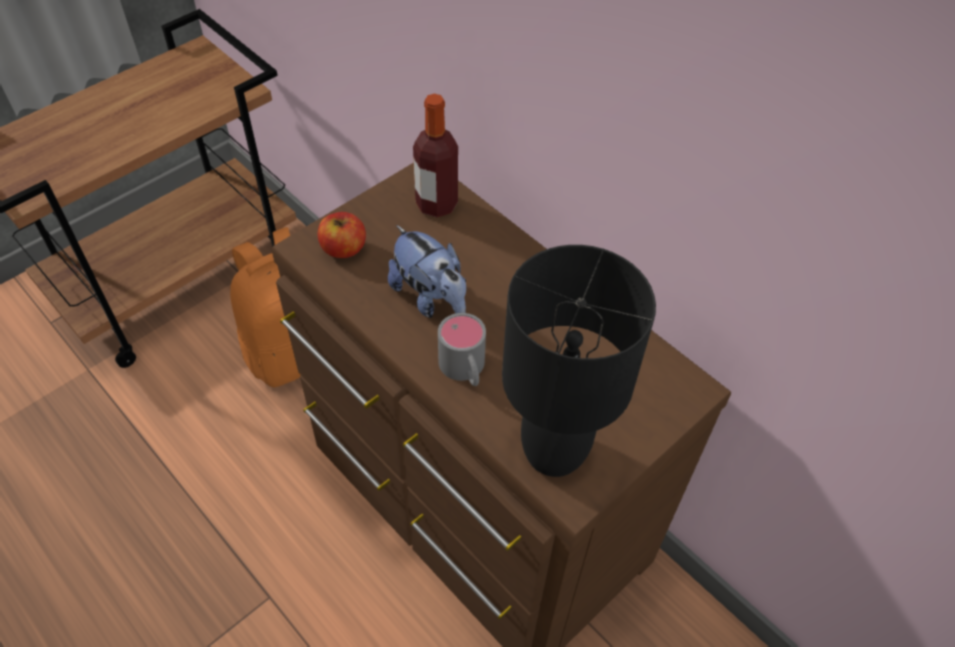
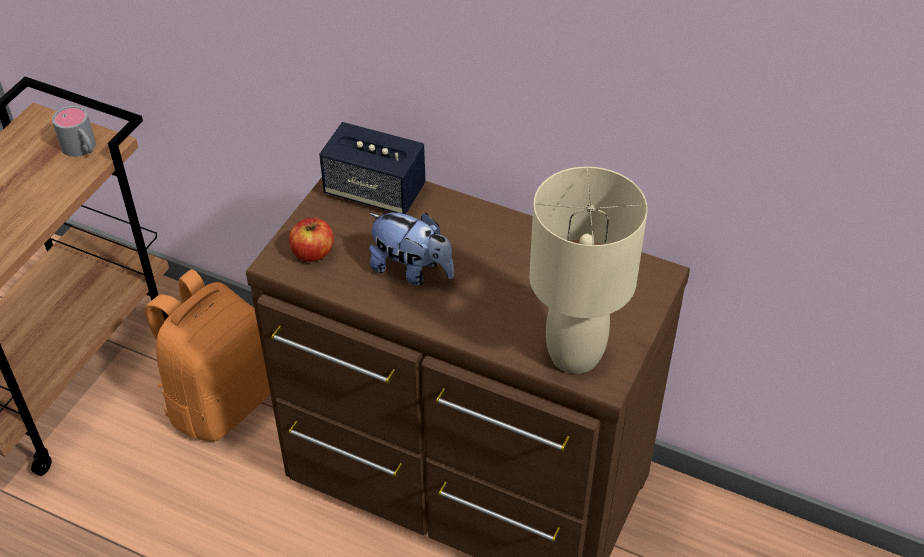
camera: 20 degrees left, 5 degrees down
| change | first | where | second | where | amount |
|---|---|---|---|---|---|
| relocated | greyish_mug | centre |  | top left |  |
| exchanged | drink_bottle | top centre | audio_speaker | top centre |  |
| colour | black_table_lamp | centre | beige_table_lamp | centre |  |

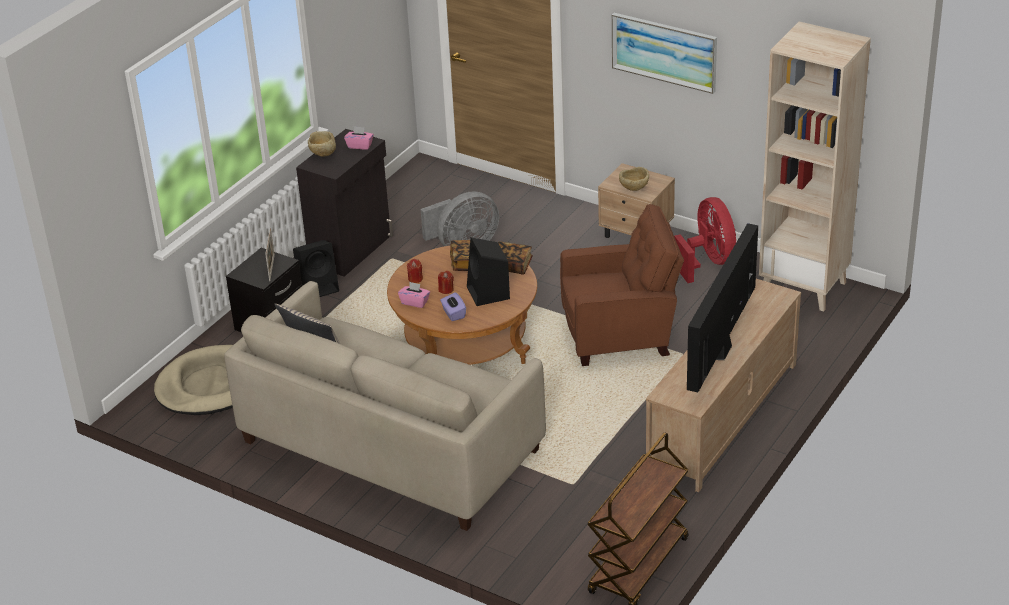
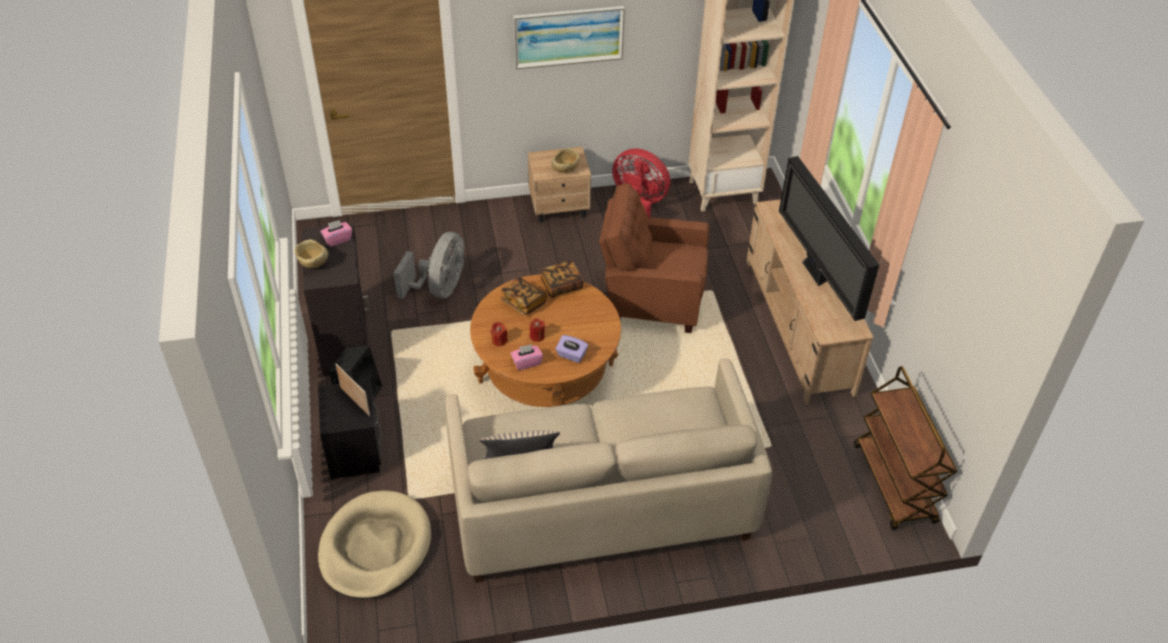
camera: 45 degrees left, 10 degrees up
| change | first | where | second | where | amount |
|---|---|---|---|---|---|
| missing | black_audio_speaker (no. 2 from left) | centre |  |  |  |
| spun | brown_easy_chair | centre |  | centre | 120 degrees counterclockwise |

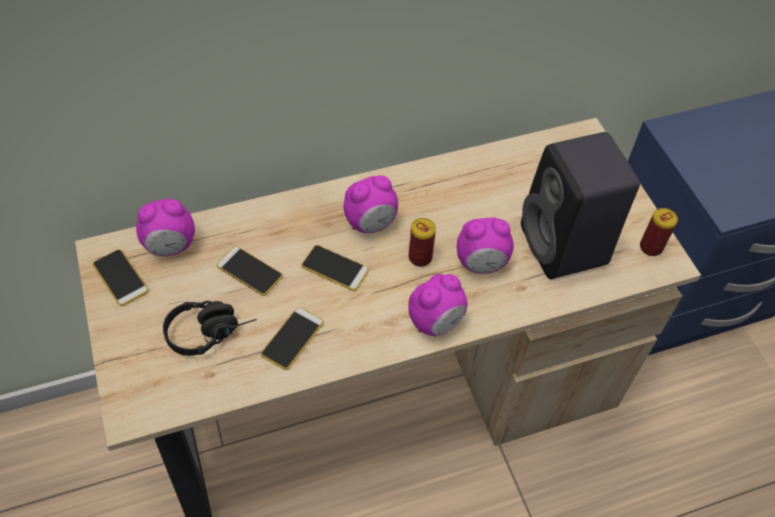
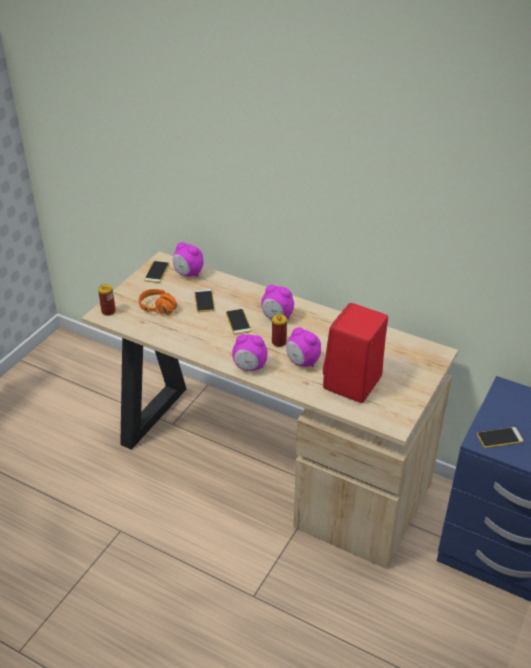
camera: 50 degrees right, 15 degrees down
| change | first | where | second | where | amount |
|---|---|---|---|---|---|
| relocated | handset (no. 3 from left in the first image) | centre | handset (no. 4 from left) | middle right |  |
| relocated | metal_can (no. 2 from left in the first image) | middle right | metal_can (no. 1 from left) | middle left |  |
| colour | black_pair_of_headphones | middle left | orange_pair_of_headphones | middle left |  |
| colour | black_audio_speaker | middle right | red-coloured_audio_speaker | middle right |  |

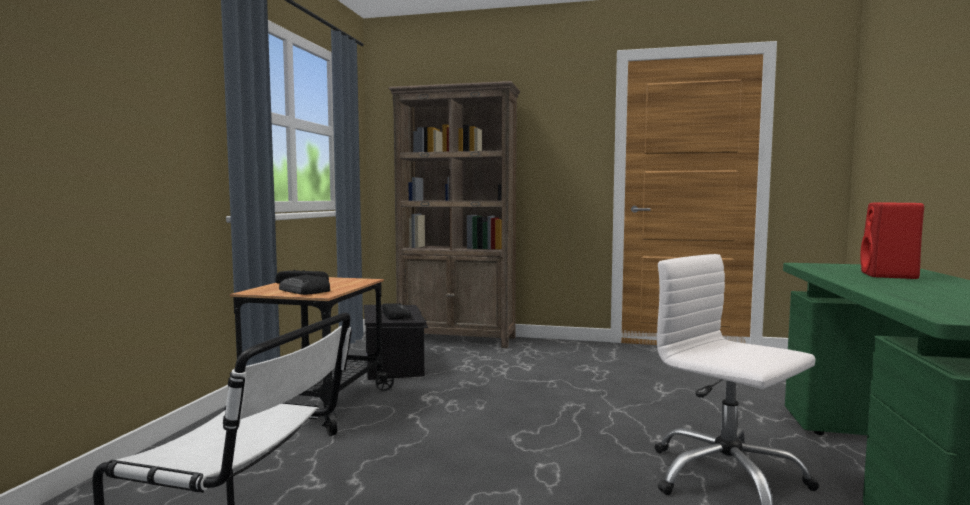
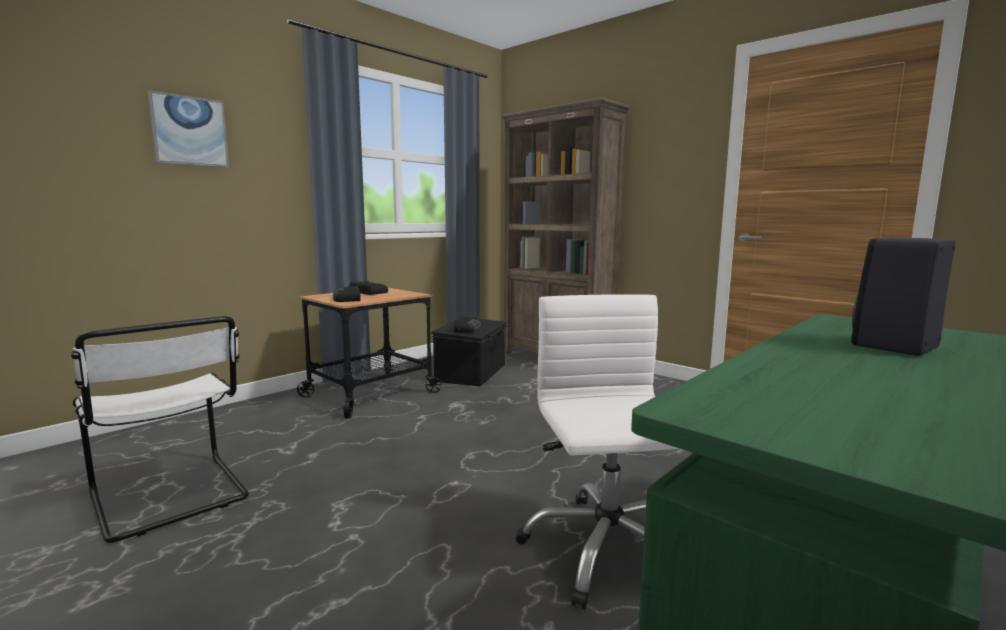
camera: 30 degrees right, 5 degrees up
| change | first | where | second | where | amount |
|---|---|---|---|---|---|
| appeared |  |  | wall_picture | top left |  |
| colour | red-coloured_audio_speaker | middle right | black_audio_speaker | middle right |  |

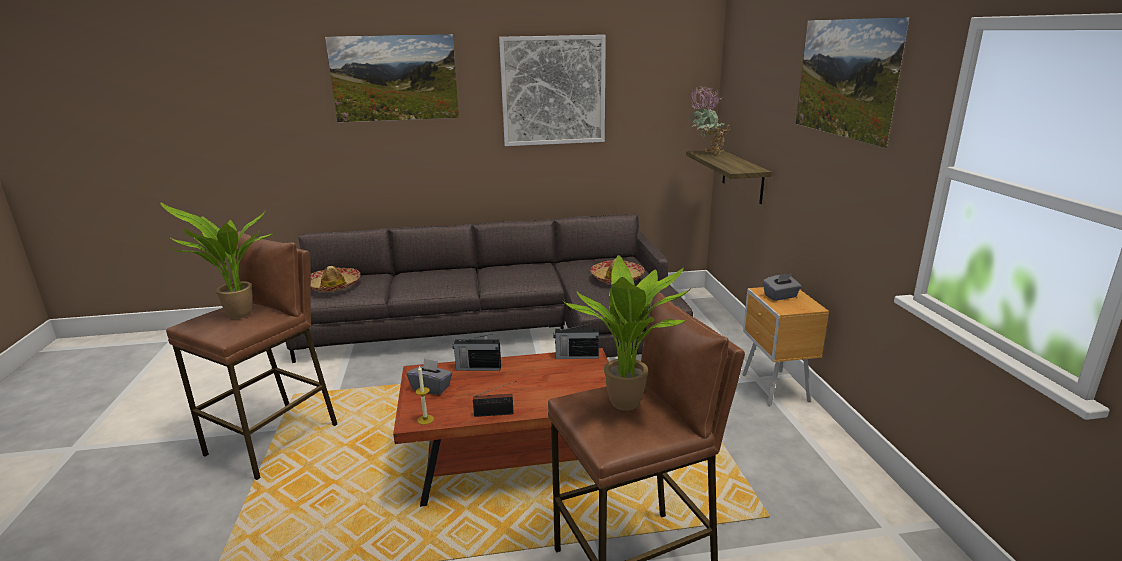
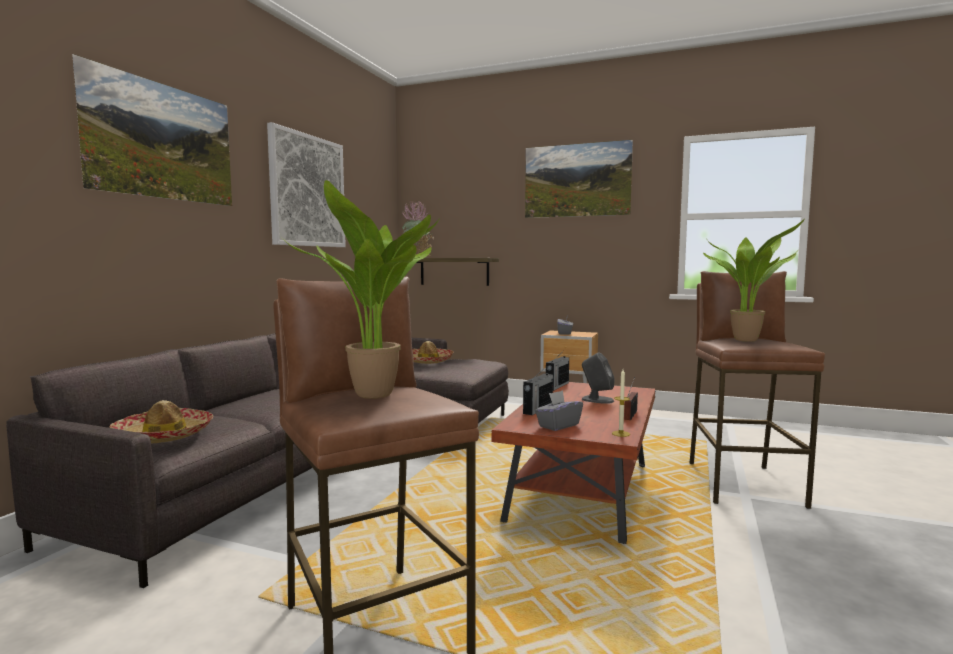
camera: 60 degrees left, 15 degrees down
| change | first | where | second | where | amount |
|---|---|---|---|---|---|
| appeared |  |  | greyish_audio_speaker | centre |  |

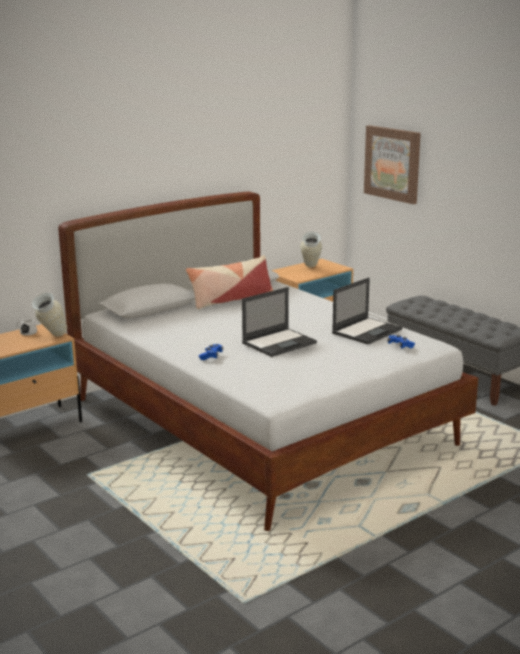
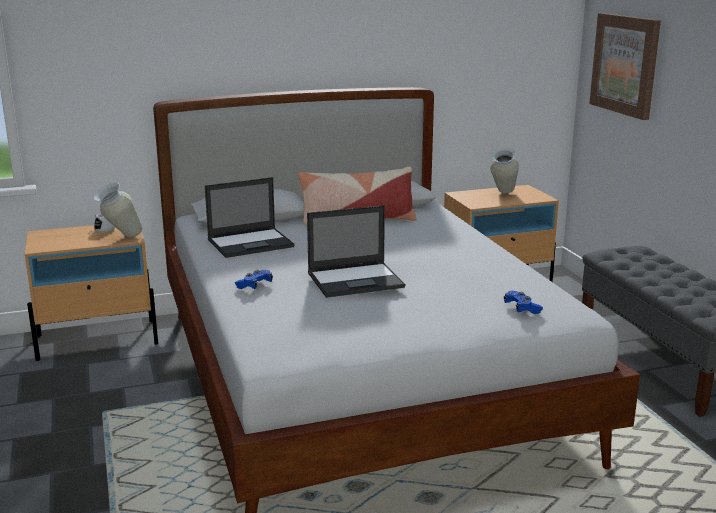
camera: 20 degrees right, 0 degrees up
| change | first | where | second | where | amount |
|---|---|---|---|---|---|
| relocated | laptop (no. 2 from left in the first image) | middle right | laptop (no. 1 from left) | centre |  |

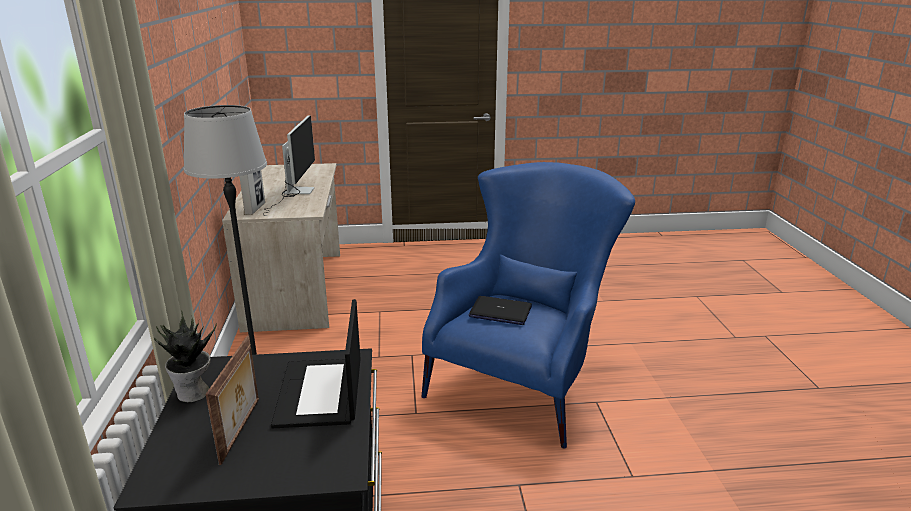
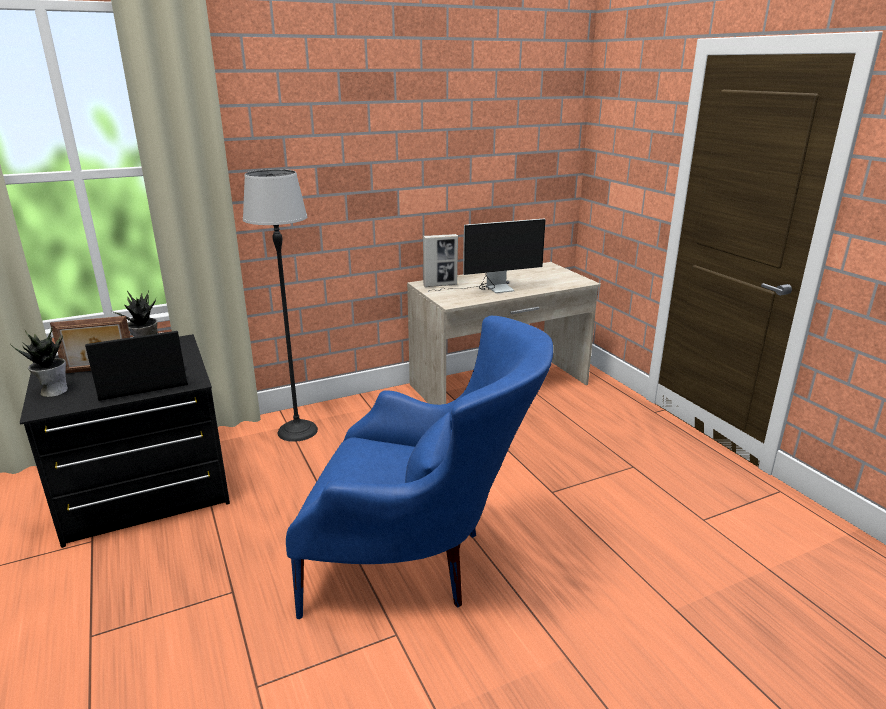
camera: 70 degrees right, 0 degrees up
| change | first | where | second | where | amount |
|---|---|---|---|---|---|
| missing | laptop (no. 2 from left) | centre |  |  |  |
| appeared |  |  | houseplant (no. 1 from left) | middle left |  |

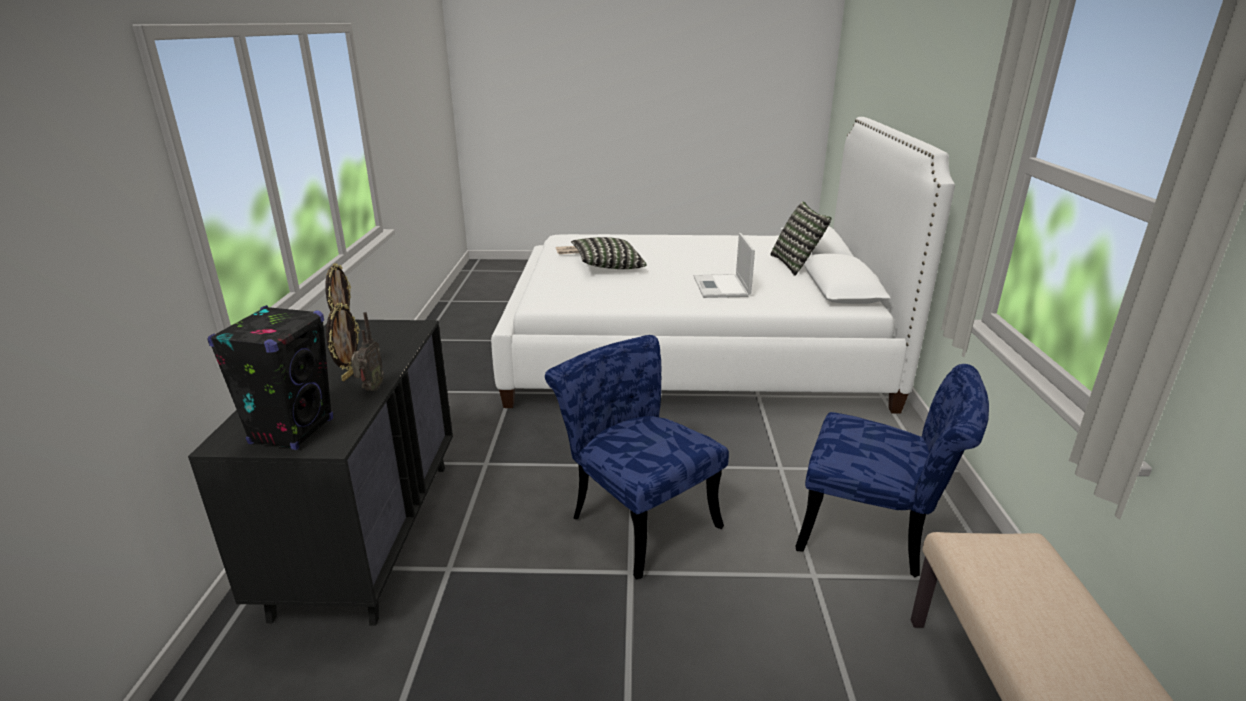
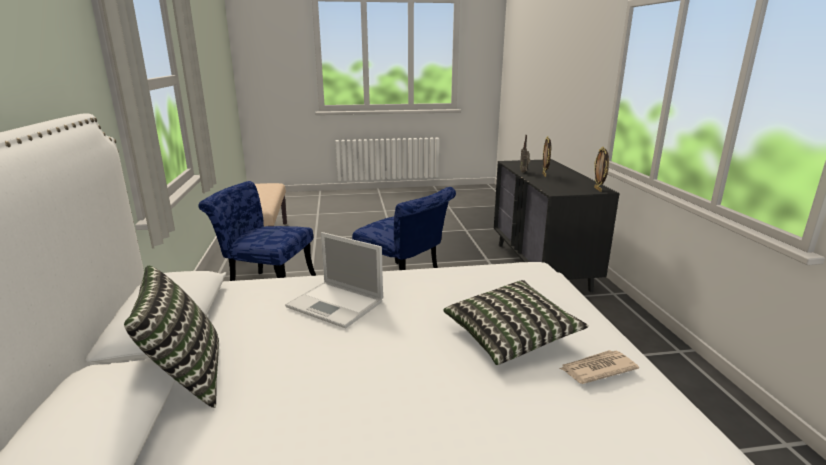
camera: 170 degrees right, 5 degrees down
| change | first | where | second | where | amount |
|---|---|---|---|---|---|
| missing | black_audio_speaker | middle left |  |  |  |
| spun | laptop | centre |  | centre | 135 degrees clockwise |

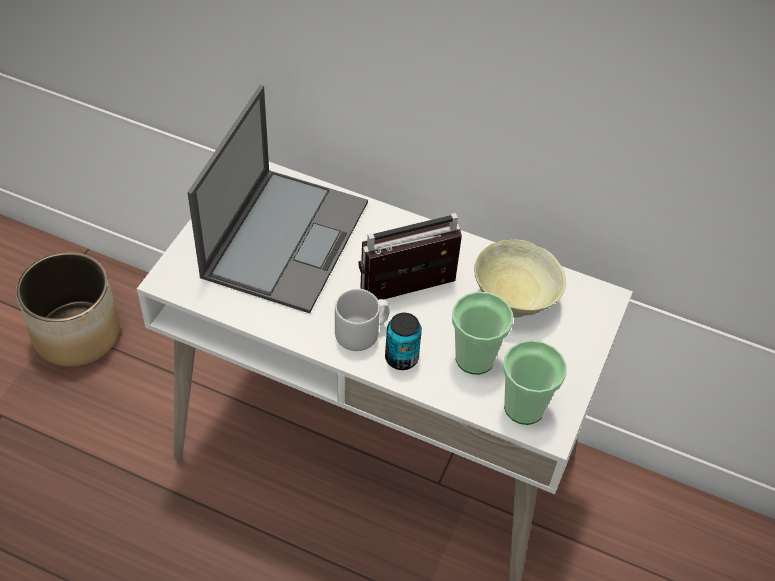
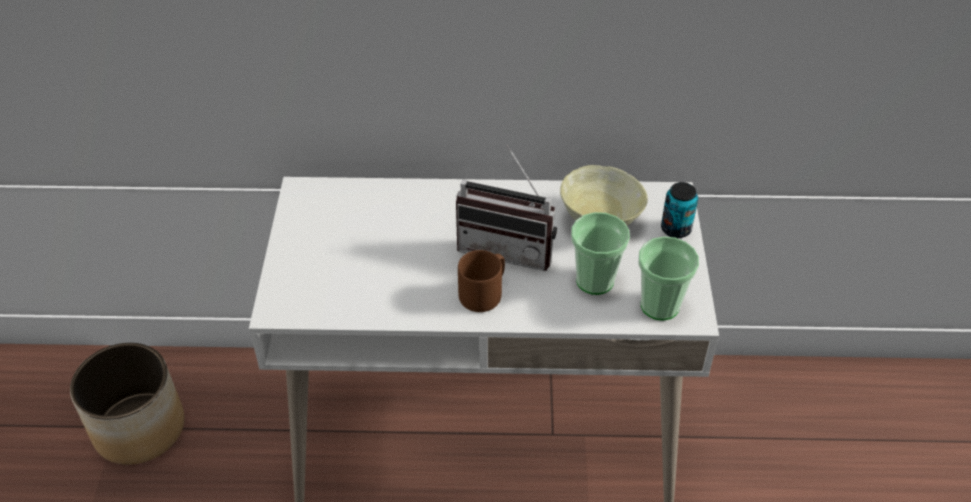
camera: 20 degrees left, 5 degrees down
| change | first | where | second | where | amount |
|---|---|---|---|---|---|
| missing | laptop | centre |  |  |  |
| relocated | metal_can | centre |  | middle right |  |
| colour | greyish_mug | centre | brown_mug | centre |  |
| spun | radio_set | centre |  | centre | 120 degrees counterclockwise |

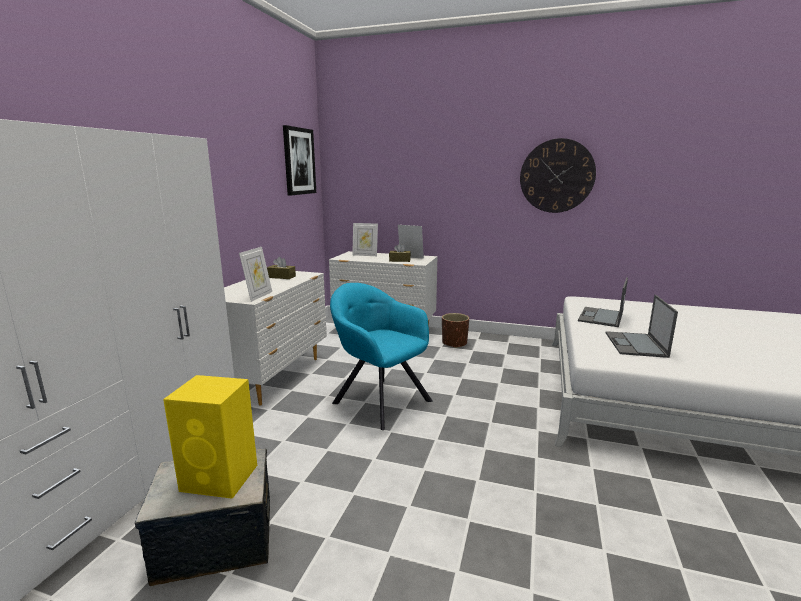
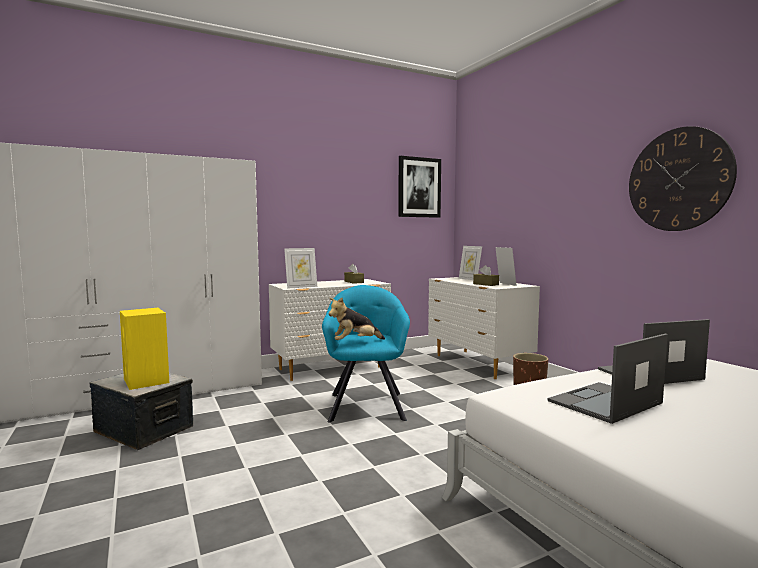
camera: 45 degrees right, 10 degrees down
| change | first | where | second | where | amount |
|---|---|---|---|---|---|
| appeared |  |  | soft_toy | centre |  |

